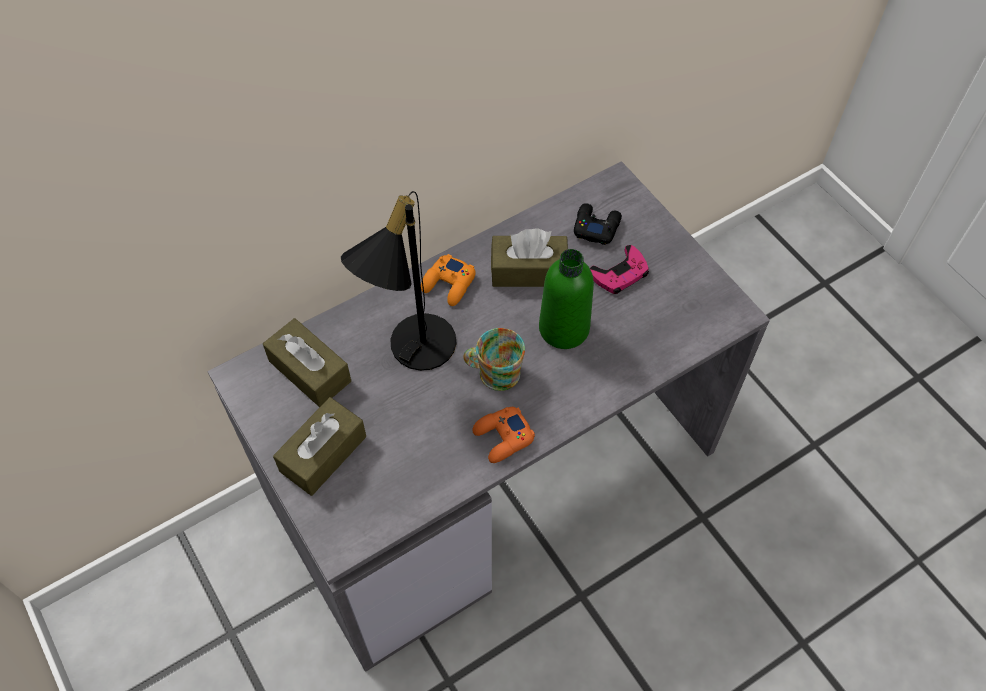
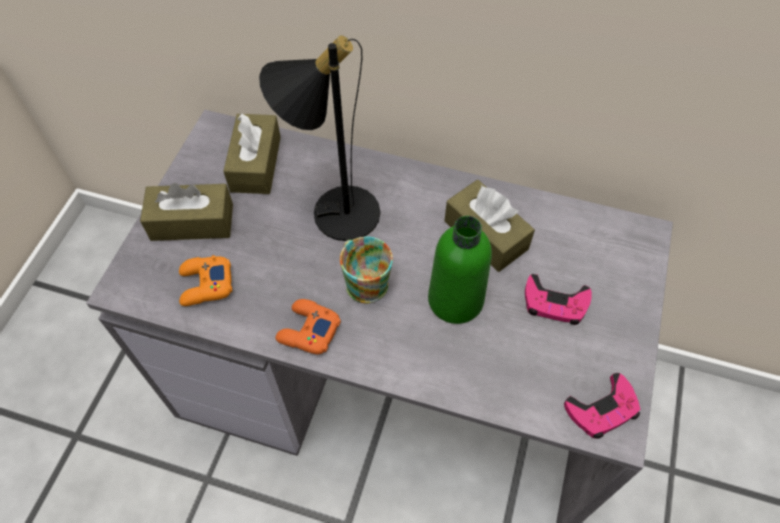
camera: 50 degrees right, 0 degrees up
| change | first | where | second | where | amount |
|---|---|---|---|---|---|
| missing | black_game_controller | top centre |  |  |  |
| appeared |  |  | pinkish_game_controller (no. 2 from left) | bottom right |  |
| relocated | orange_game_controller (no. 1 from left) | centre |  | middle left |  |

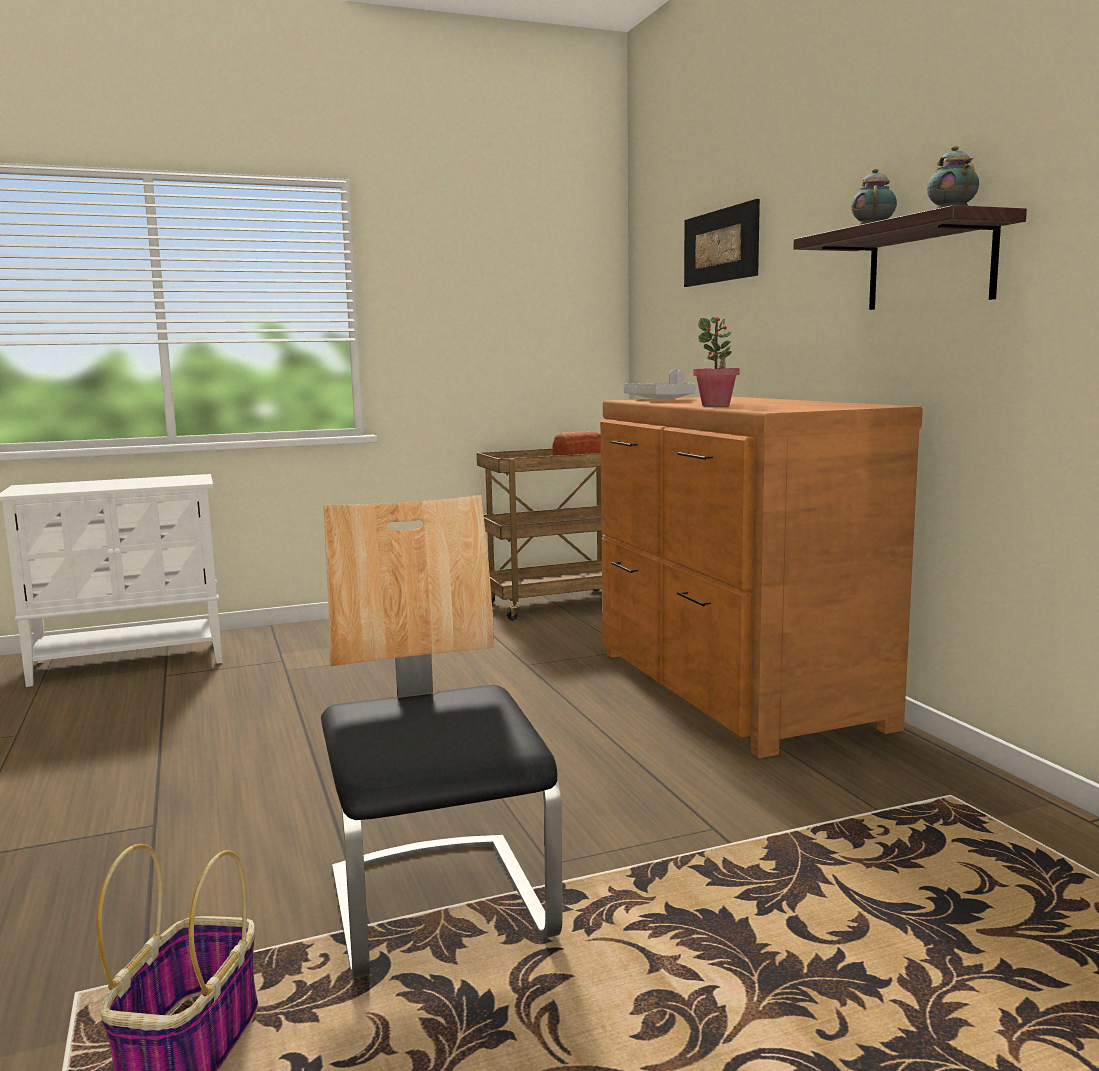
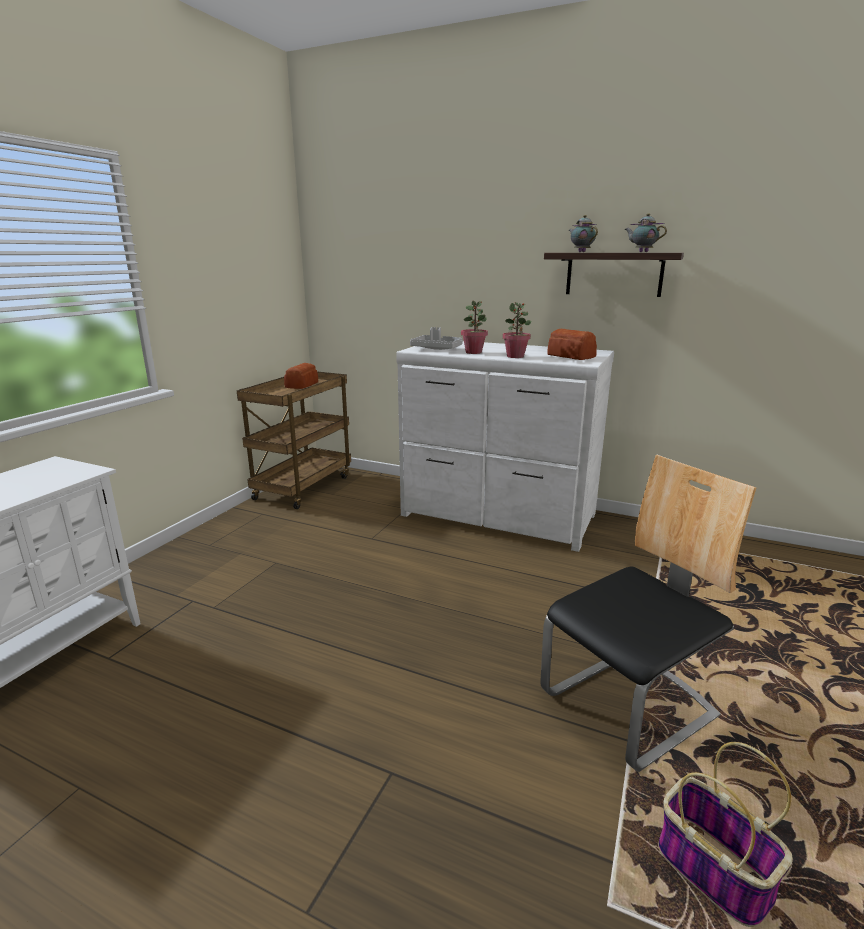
camera: 45 degrees left, 10 degrees up
| change | first | where | second | where | amount |
|---|---|---|---|---|---|
| missing | wall_picture | top centre |  |  |  |
| appeared |  |  | houseplant (no. 1 from left) | centre |  |
| appeared |  |  | bread (no. 2 from left) | centre |  |
| colour | brown_dresser | middle right | white_dresser | centre |  |
| spun | plain_chair | bottom centre |  | middle right | 120 degrees clockwise |

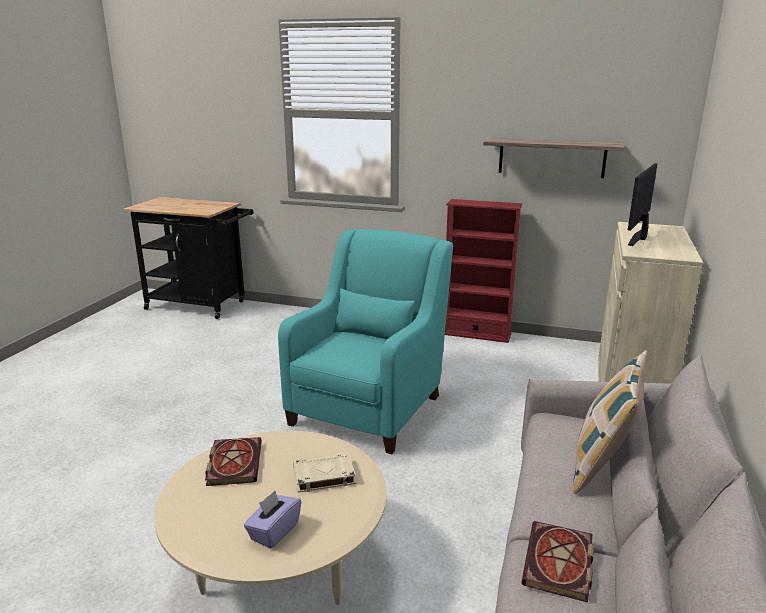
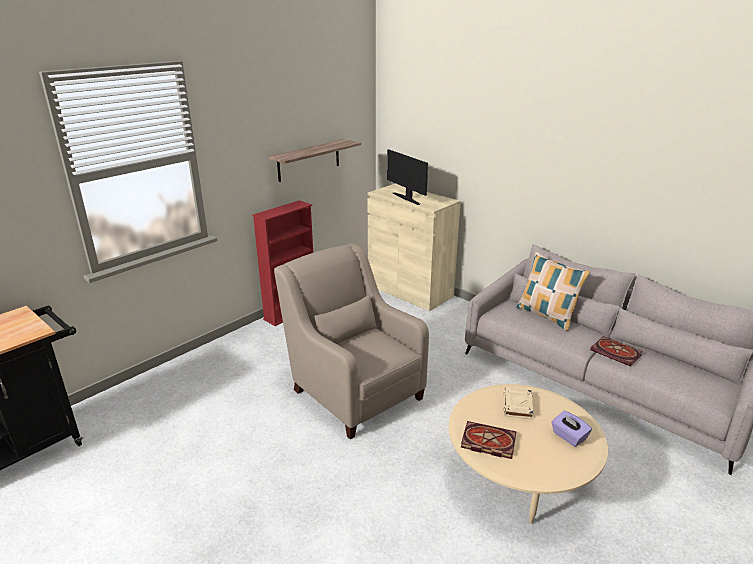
camera: 65 degrees left, 5 degrees up
| change | first | where | second | where | amount |
|---|---|---|---|---|---|
| colour | turquoise-coloured_easy_chair | centre | beige_easy_chair | centre |  |

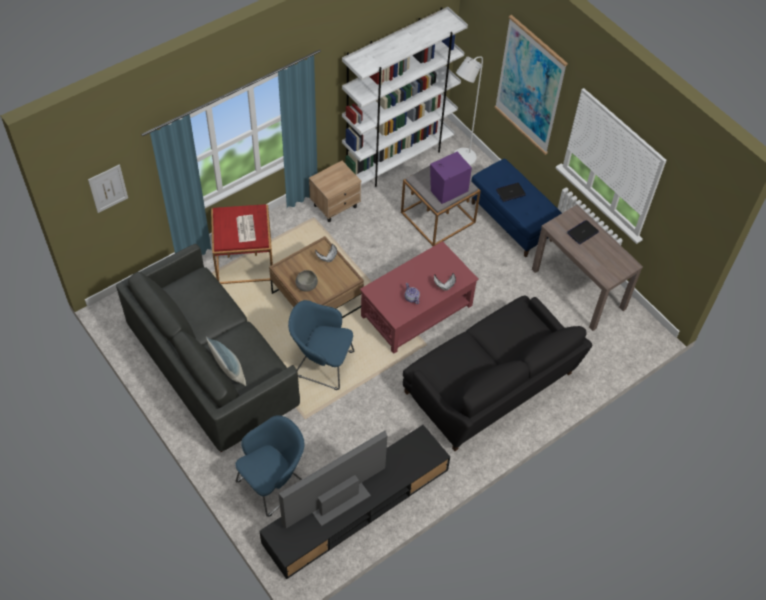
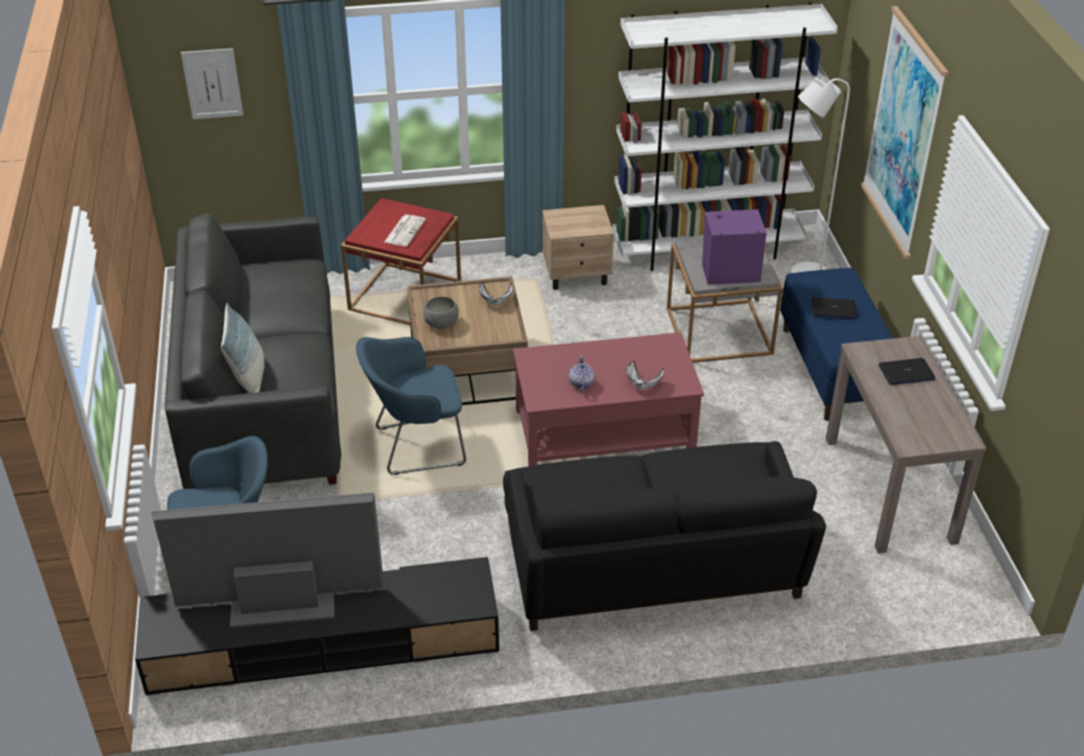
camera: 30 degrees right, 15 degrees down
| change | first | where | second | where | amount |
|---|---|---|---|---|---|
| spun | blue_easy_chair (no. 2 from left) | centre |  | centre | 60 degrees counterclockwise |

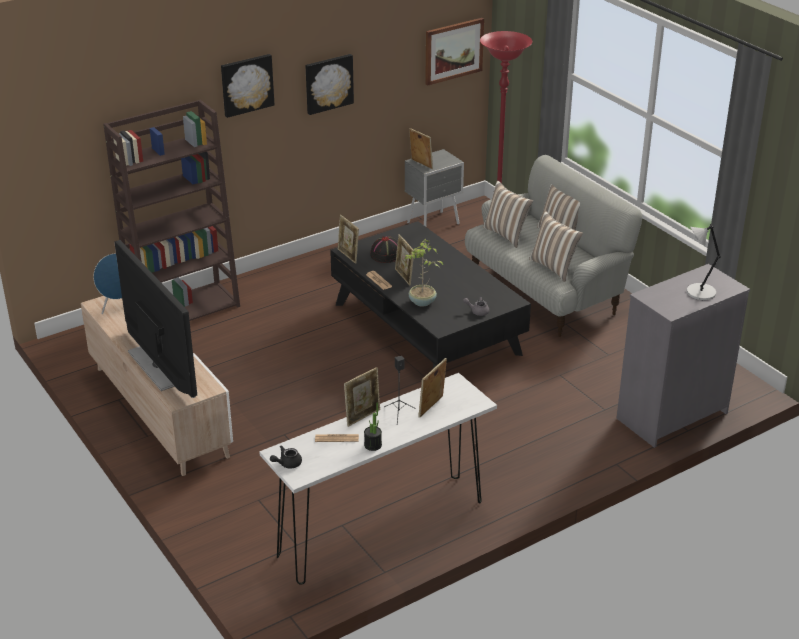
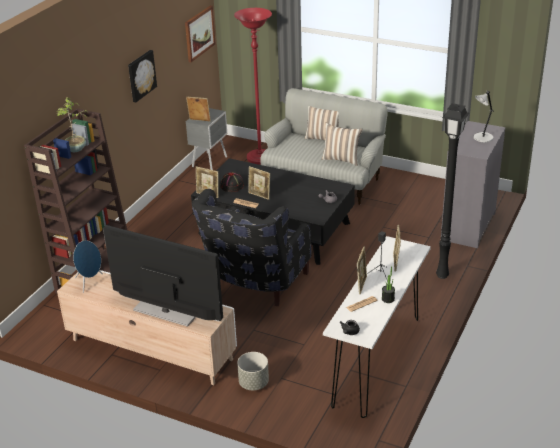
camera: 30 degrees left, 0 degrees up
| change | first | where | second | where | amount |
|---|---|---|---|---|---|
| missing | wall_picture (no. 1 from left) | top left |  |  |  |
| missing | cushion (no. 1 from left) | centre |  |  |  |
| appeared |  |  | black_easy_chair | centre |  |
| appeared |  |  | greyish_planter | bottom centre |  |
| appeared |  |  | black_floor_lamp | middle right |  |
| relocated | houseplant (no. 2 from left in the first image) | centre | houseplant (no. 1 from left) | top left |  |

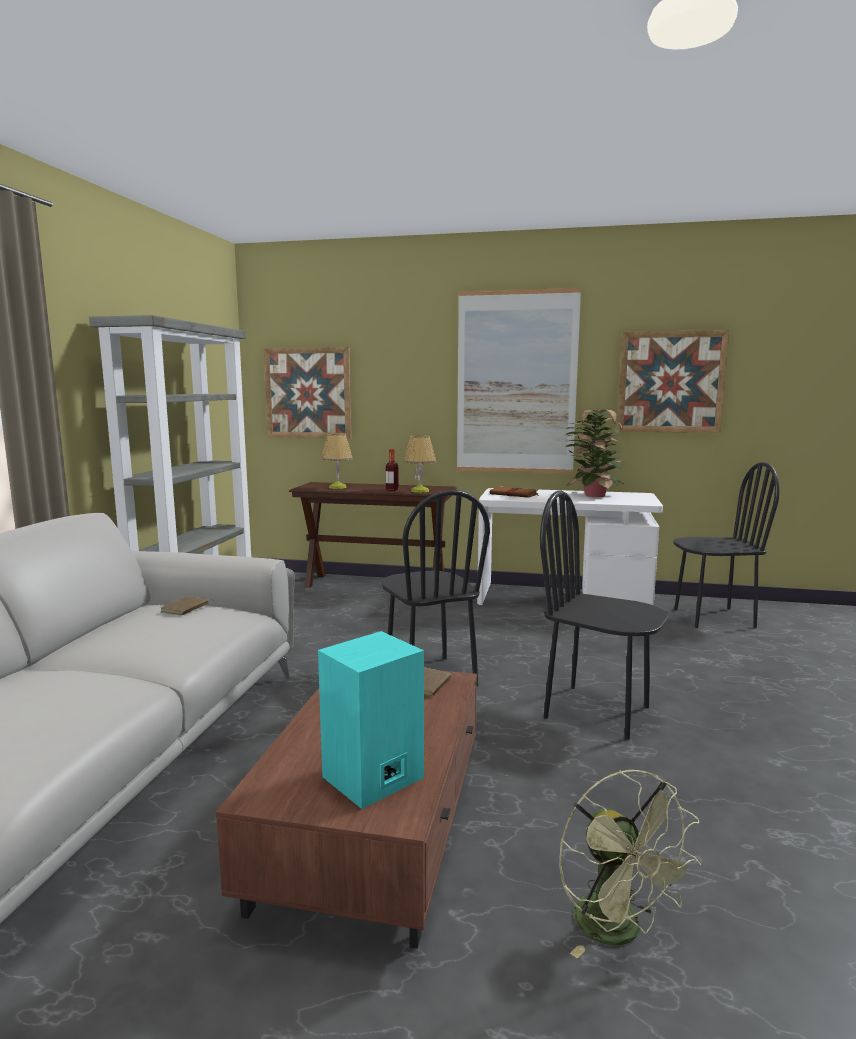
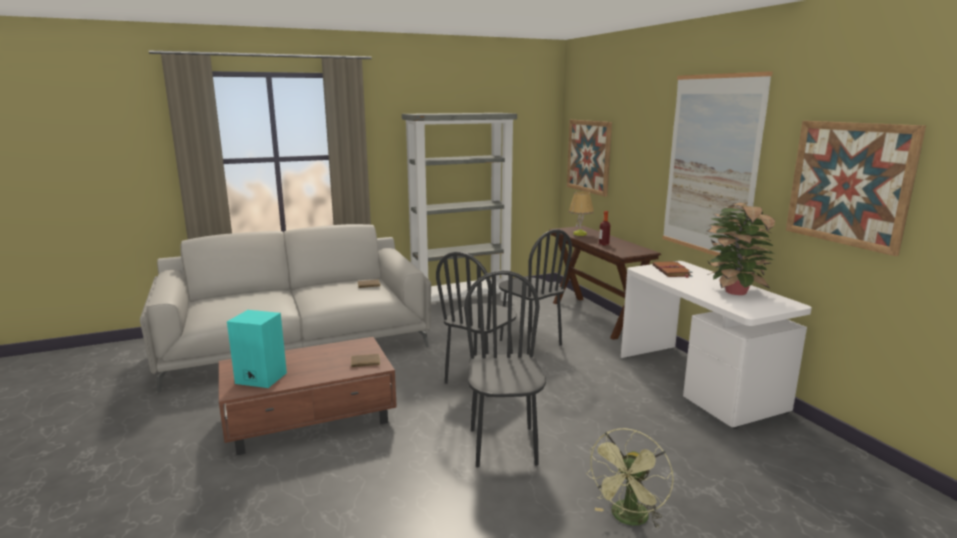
camera: 55 degrees right, 5 degrees up
| change | first | where | second | where | amount |
|---|---|---|---|---|---|
| missing | table_lamp (no. 2 from left) | centre |  |  |  |
| relocated | green-coloured_cooling_fan | bottom right |  | bottom centre |  |
| relocated | black_plain_chair (no. 3 from left) | middle right |  | centre |  |

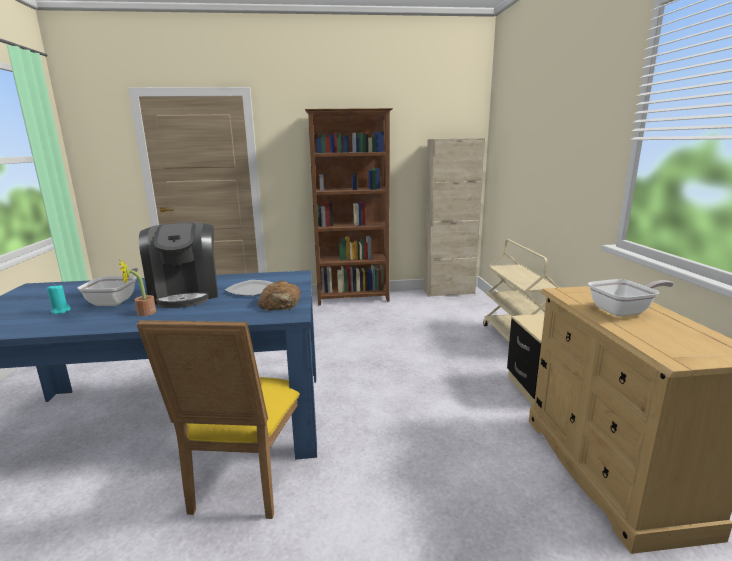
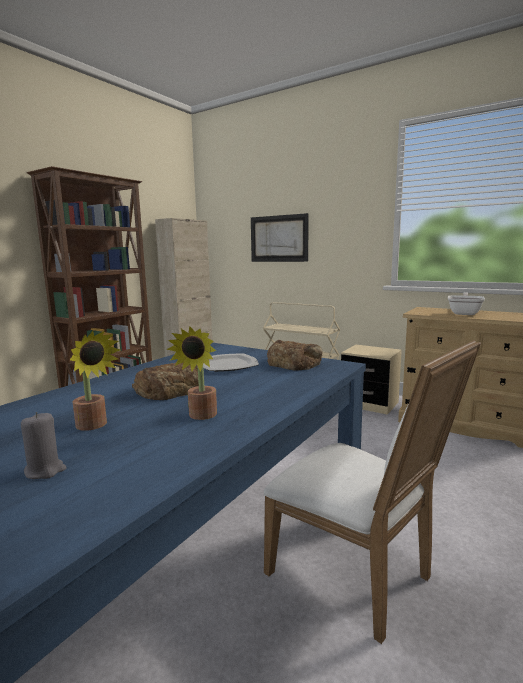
camera: 50 degrees left, 5 degrees down
| change | first | where | second | where | amount |
|---|---|---|---|---|---|
| appeared |  |  | wall_picture | centre |  |
| exchanged | pan (no. 1 from left) | middle left | houseplant (no. 1 from left) | middle left |  |
| exchanged | coffee_maker | middle left | bread (no. 1 from left) | middle left |  |
| colour | turquoise-coloured_wax_light | middle left | greyish_wax_light | middle left |  |
| colour | yellow_plain_chair | bottom left | white_plain_chair | bottom right |  |

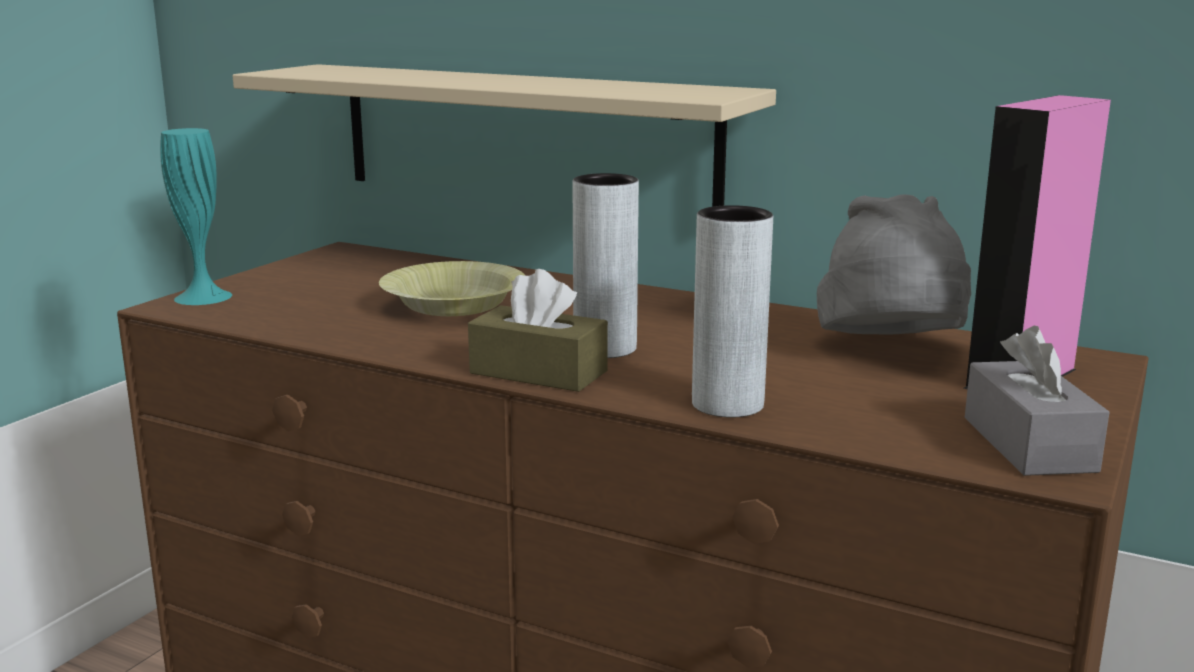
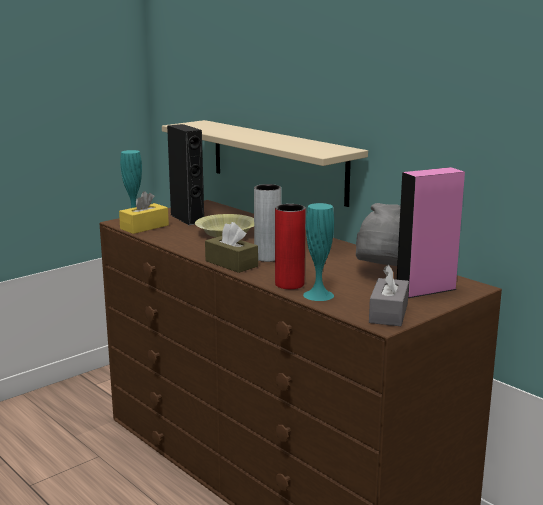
camera: 20 degrees right, 0 degrees up
| change | first | where | second | where | amount |
|---|---|---|---|---|---|
| appeared |  |  | yellow_box_of_tissues | middle left |  |
| appeared |  |  | black_audio_speaker | centre |  |
| appeared |  |  | turquoise-coloured_decorative_vase (no. 2 from left) | centre |  |
| colour | greyish_decorative_vase (no. 2 from left) | centre | red-coloured_decorative_vase | centre |  |

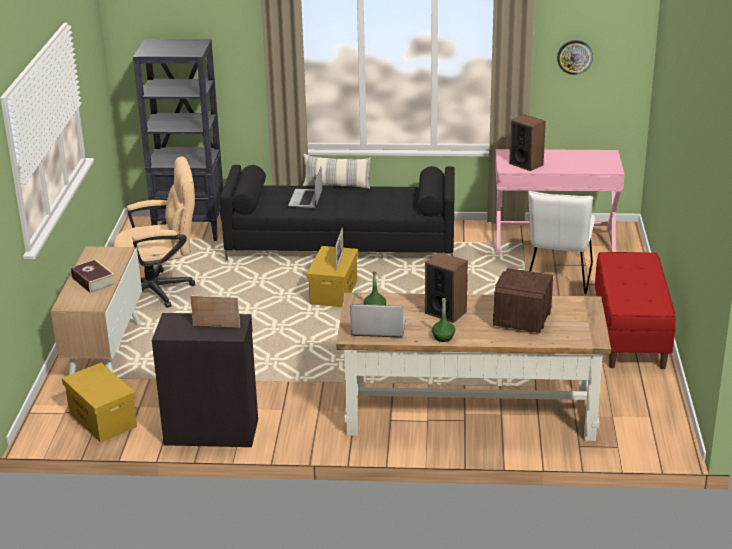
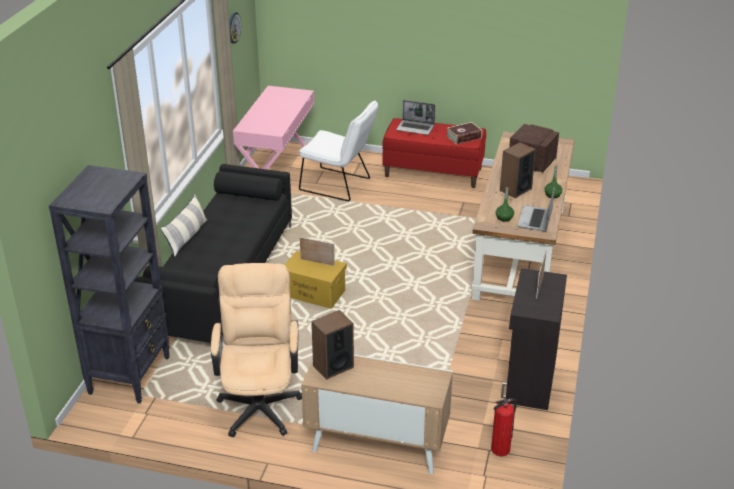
camera: 80 degrees left, 5 degrees up
| change | first | where | second | where | amount |
|---|---|---|---|---|---|
| relocated | bound_book | middle left |  | top centre |  |
| relocated | laptop (no. 1 from left) | centre |  | top centre |  |
| relocated | audio_speaker (no. 2 from left in the first image) | top right | audio_speaker (no. 1 from left) | bottom centre |  |
| exchanged | yellow_storage_box (no. 1 from left) | bottom left | fire-fighting_cylinder | bottom right |  |

